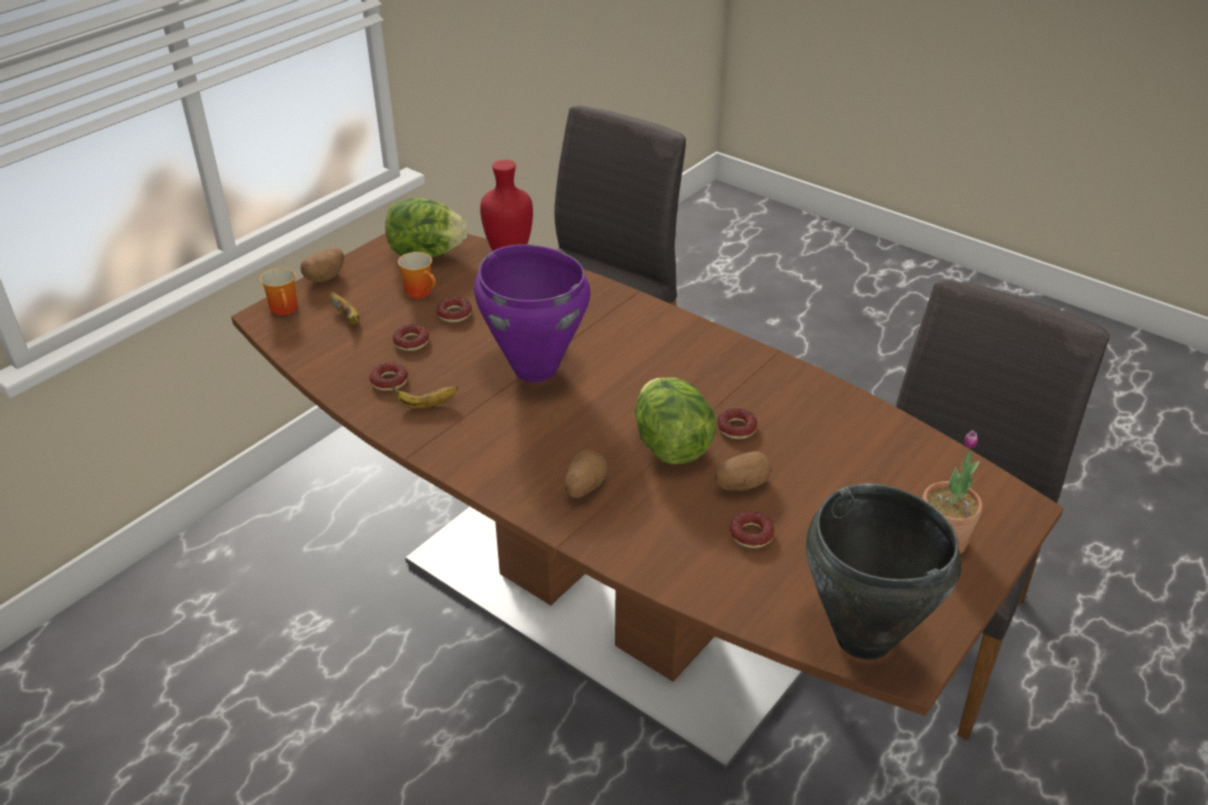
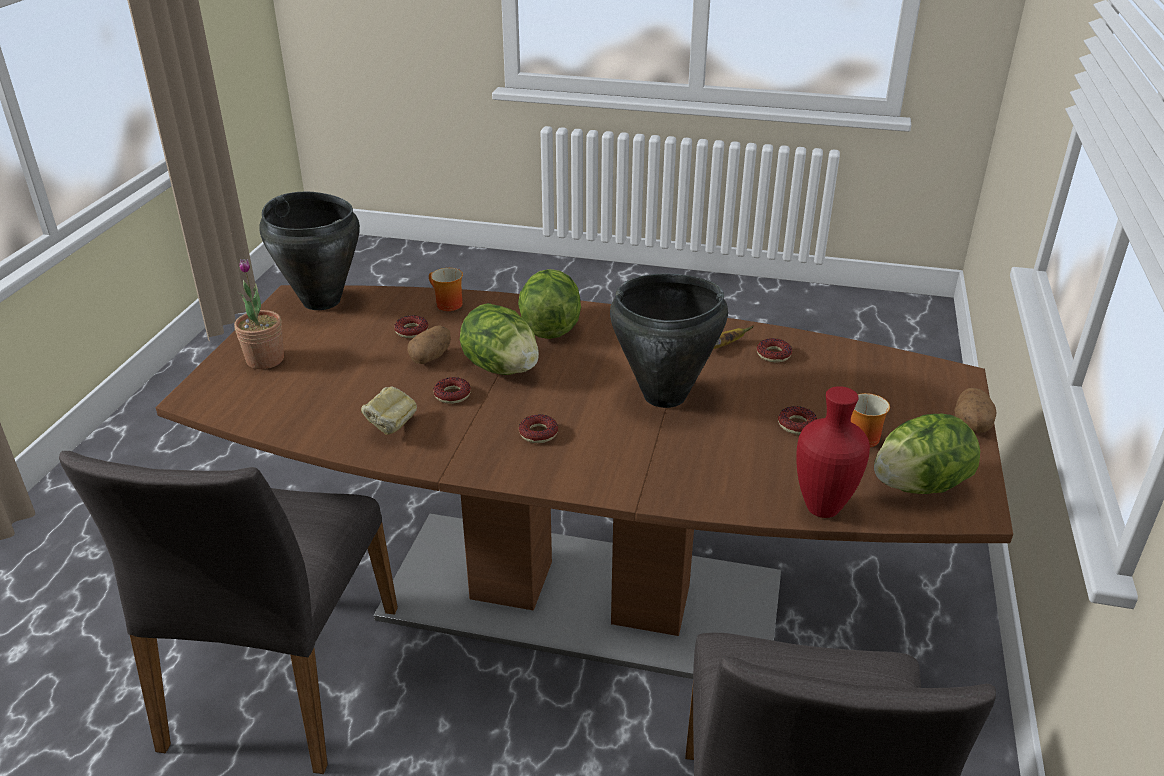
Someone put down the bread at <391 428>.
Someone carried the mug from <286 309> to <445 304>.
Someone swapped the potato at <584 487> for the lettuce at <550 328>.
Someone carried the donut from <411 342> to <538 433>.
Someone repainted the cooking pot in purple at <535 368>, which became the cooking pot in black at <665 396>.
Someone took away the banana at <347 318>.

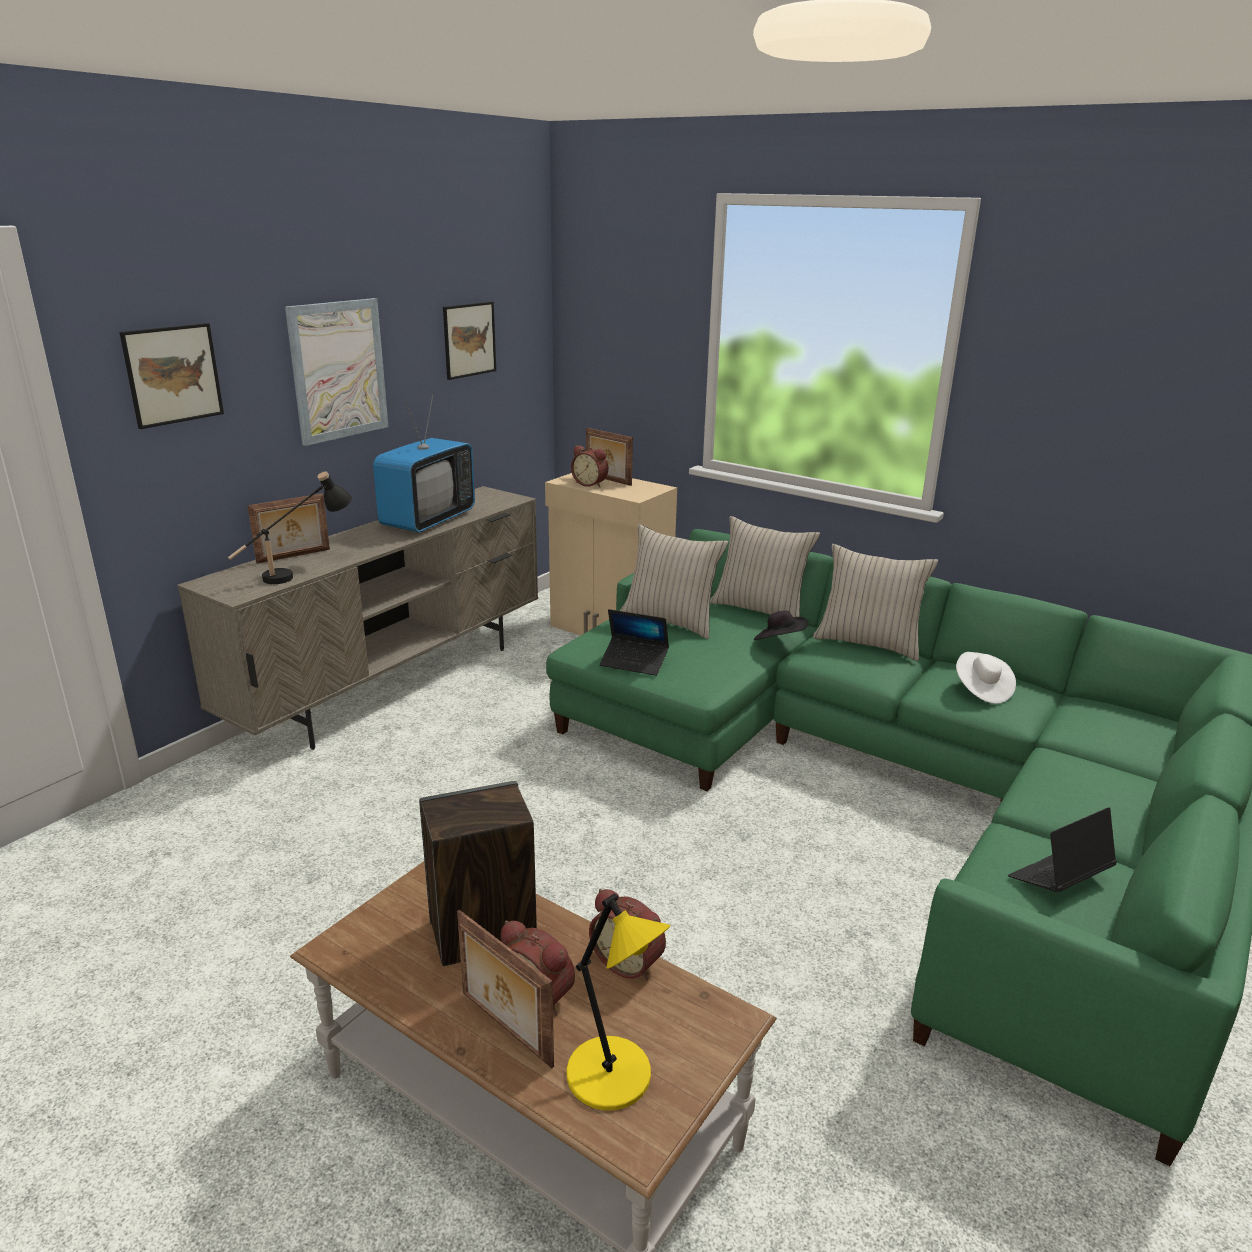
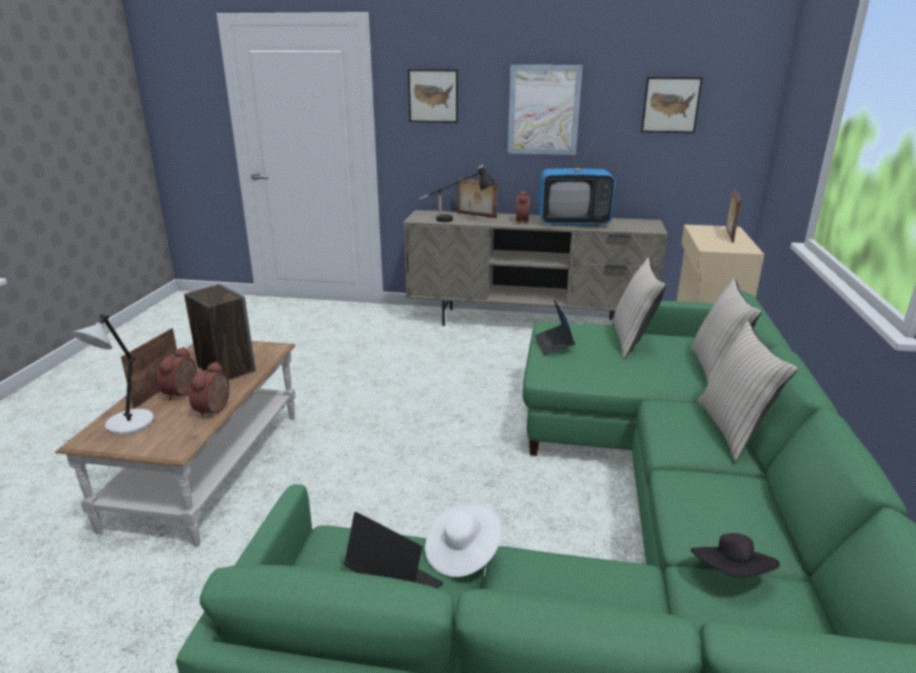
Someone repainted the table lamp in yellow at <613 1077>, which became the table lamp in grey at <128 424>.
Someone carried the hat in white from <981 690> to <462 553>.
Someone carried the alarm clock from <590 484> to <523 221>.
Someone carried the hat in black from <779 642> to <731 575>.

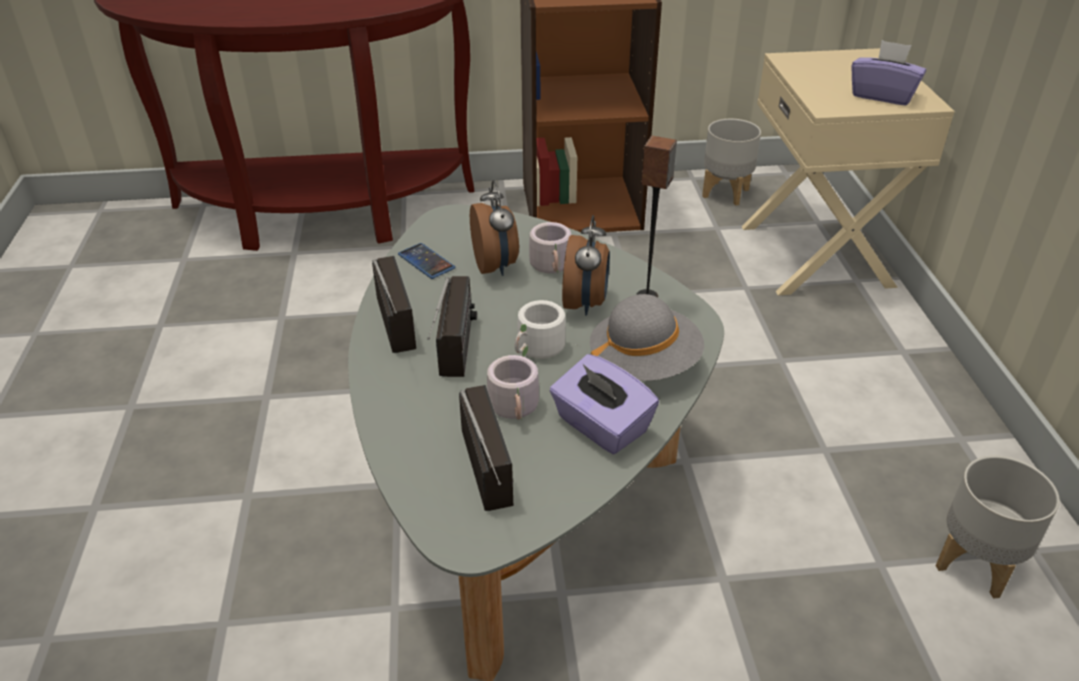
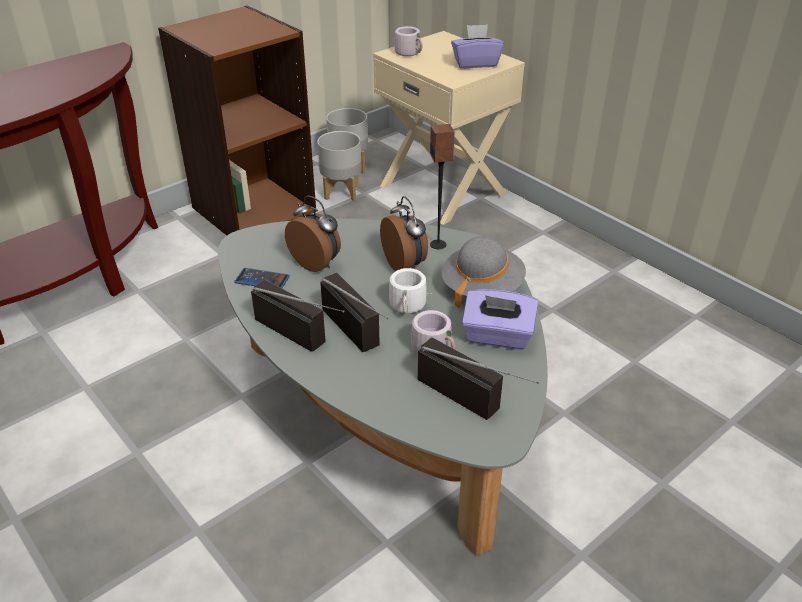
Someone carried the planter in grey from <976 563> to <341 191>.
Someone carried the mug in grey from <554 266> to <410 53>.

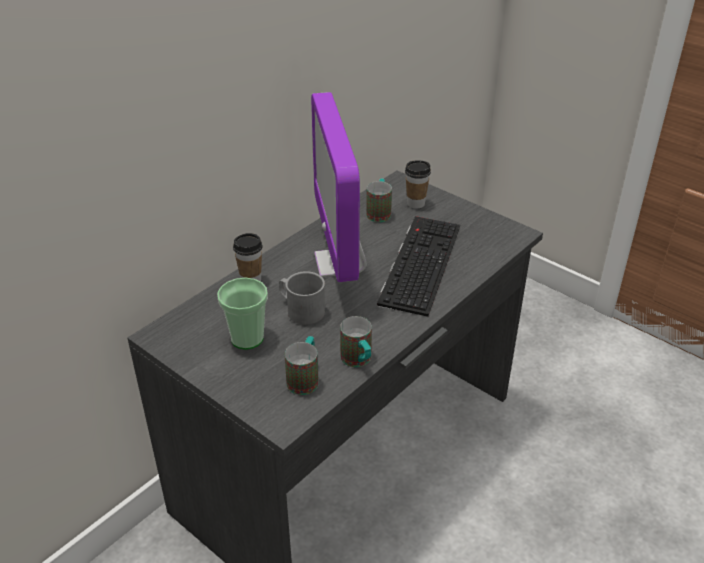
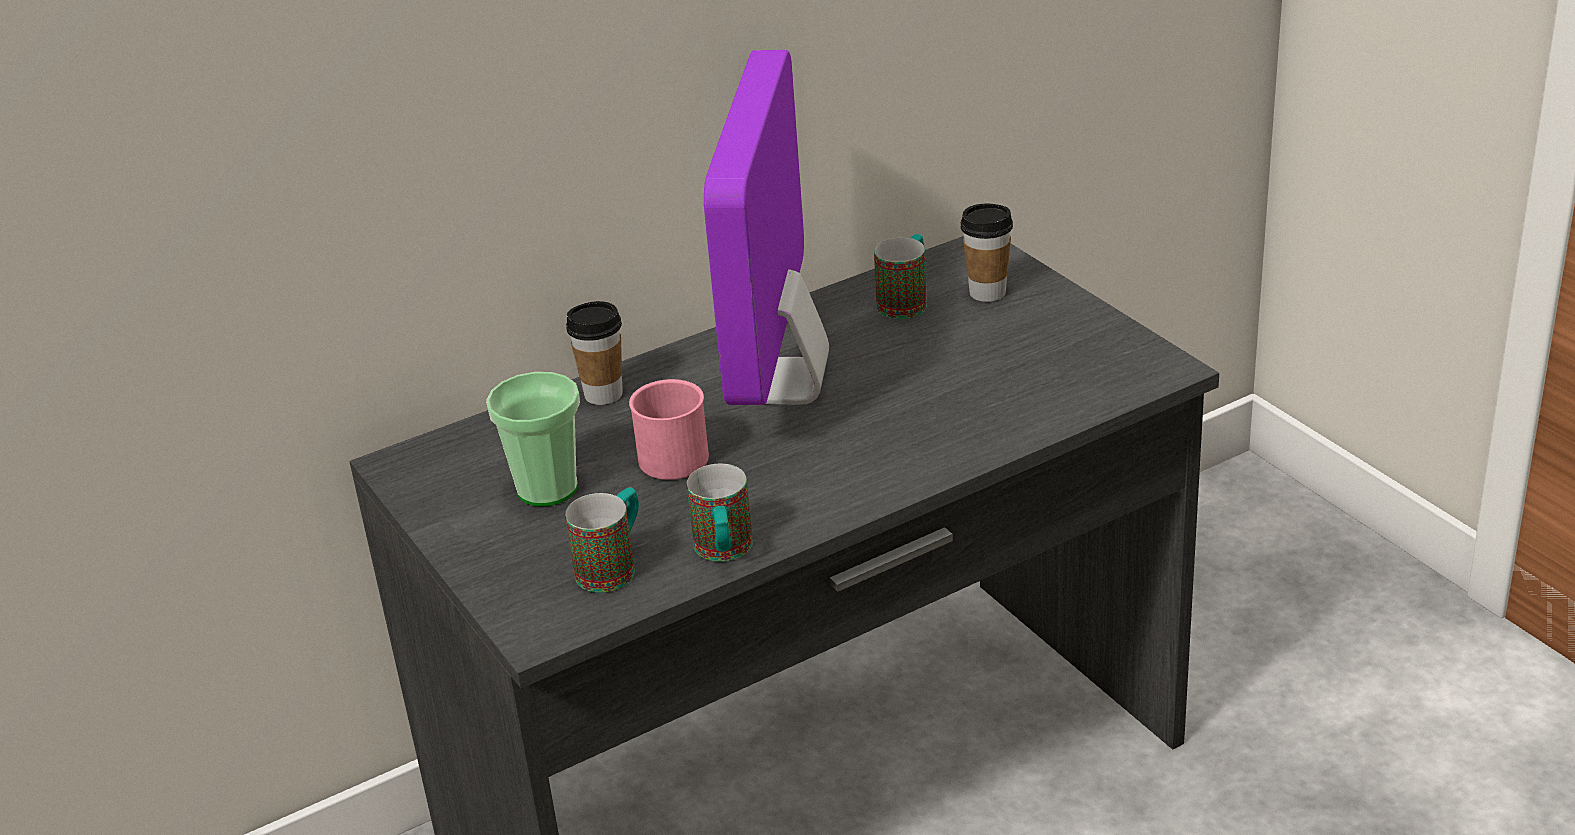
Someone repainted the mug in grey at <301 310>, which became the mug in pink at <666 454>.
Someone took away the keyboard at <419 263>.

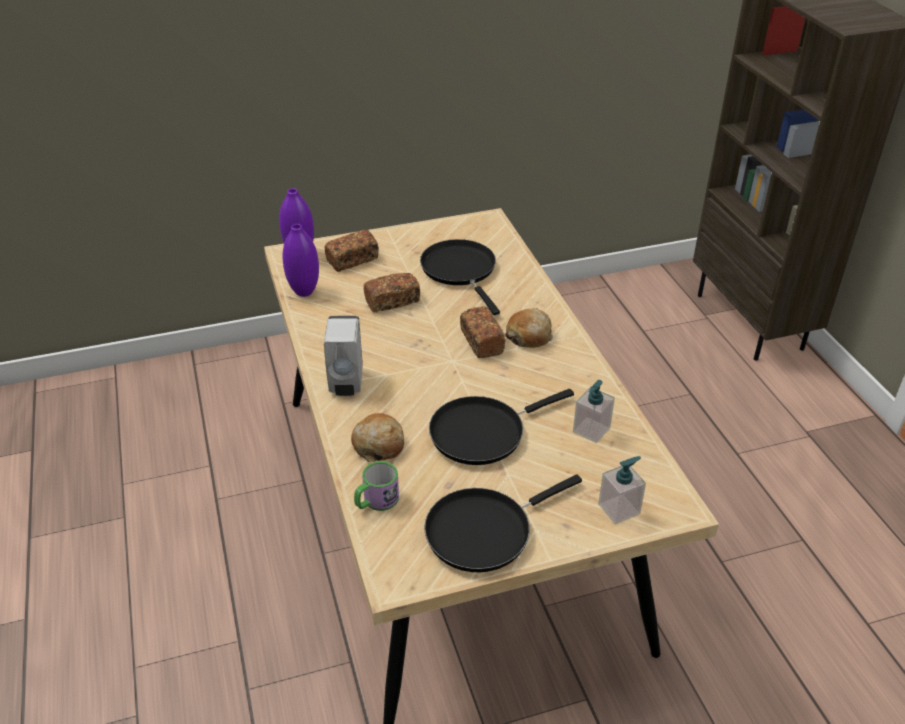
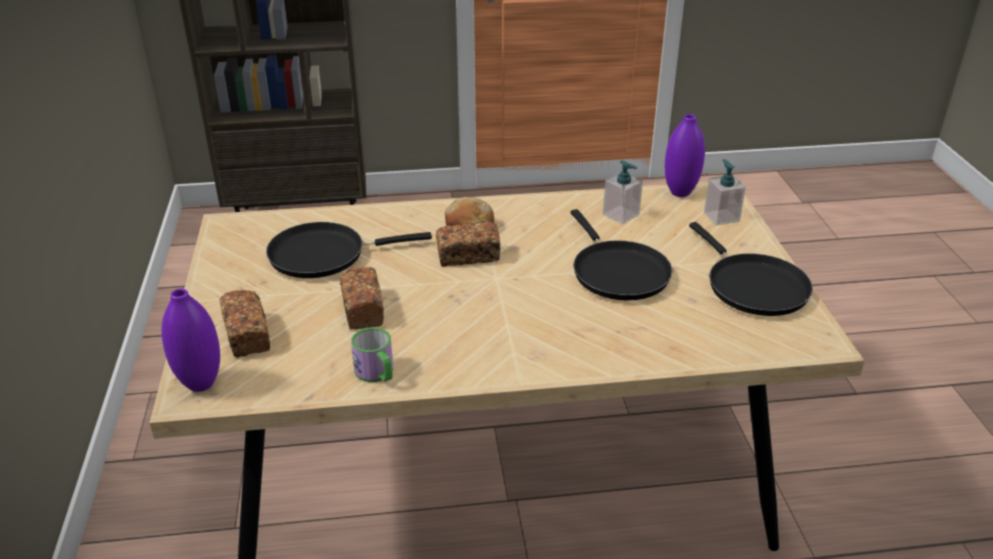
Someone carried the mug from <376 501> to <377 373>.
Someone carried the vase in purple from <304 292> to <680 192>.
Someone took away the soap dispenser in white at <346 383>.
Someone took away the bread at <378 444>.

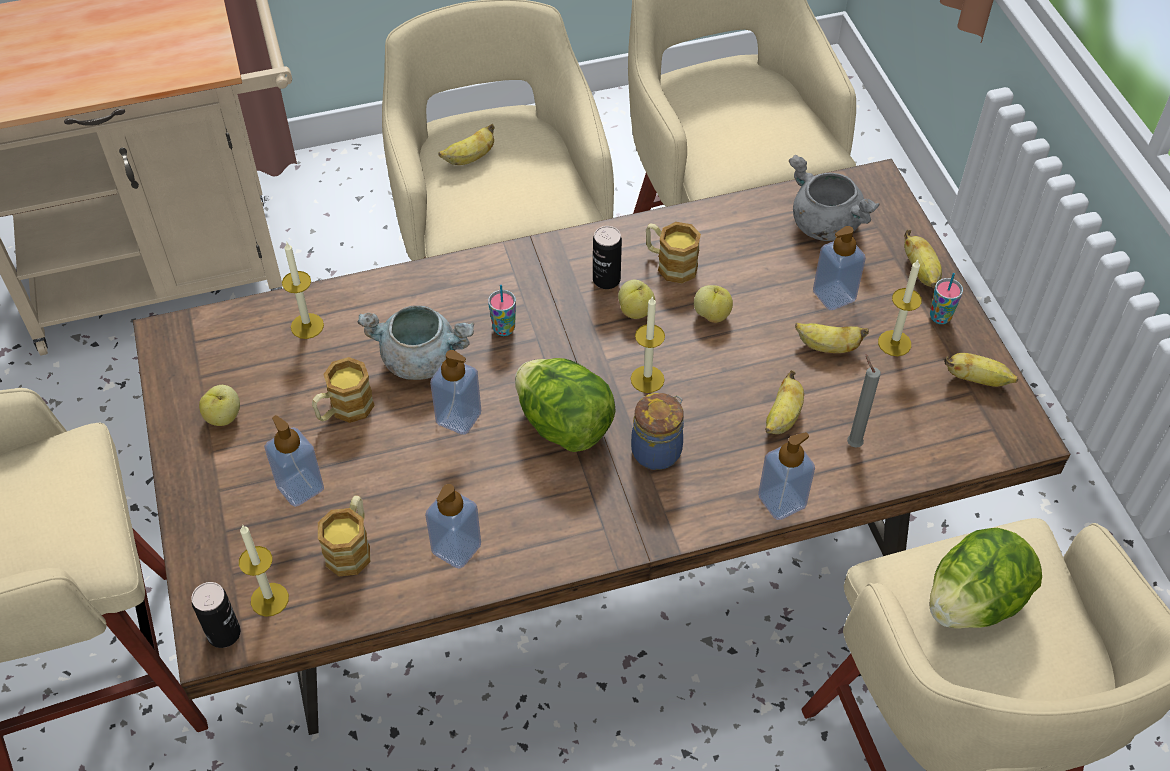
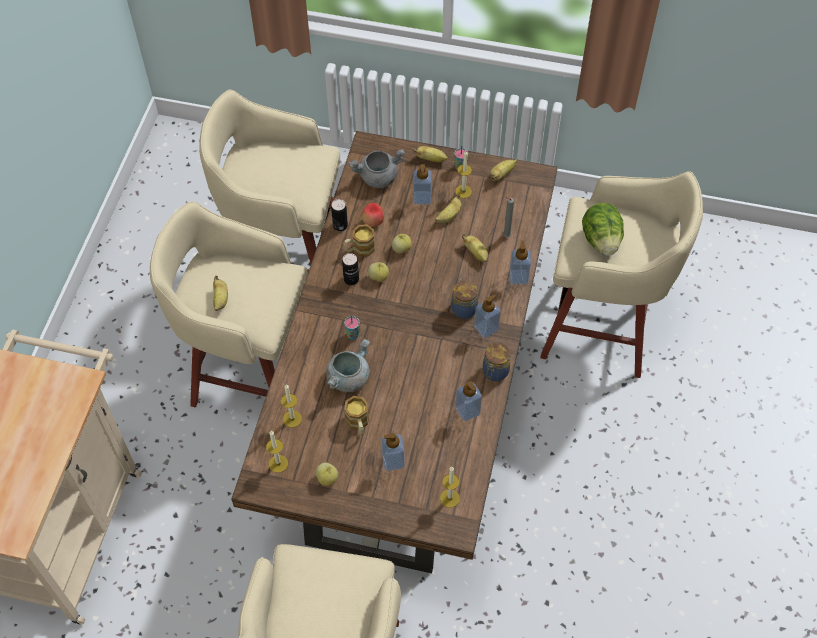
Someone carried the candle from <647 379> to <278 463>.
Someone carried the can from <224 633> to <340 225>.
Someone put down the apple at <373 222>.
Someone carried the soap dispenser from <458 417> to <486 328>.
Someone put down the jar at <495 372>.
Someone took away the mug at <351 547>.
Someone took away the lettuce at <564 425>.

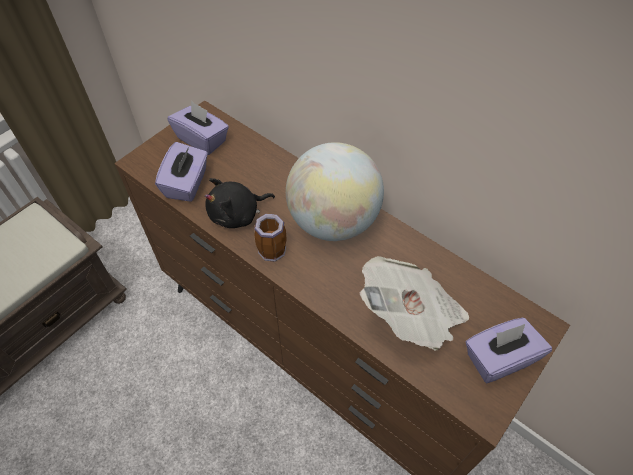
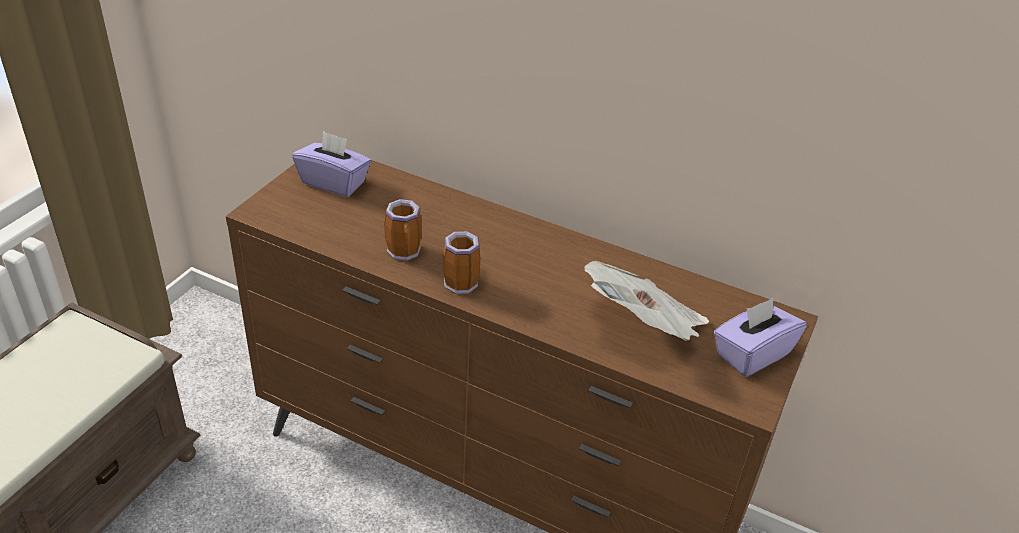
Someone swapped the plush toy in black at <237 214> for the mug at <405 253>.
Someone took away the tissue box in purple at <187 184>.
Someone took away the globe at <333 221>.

